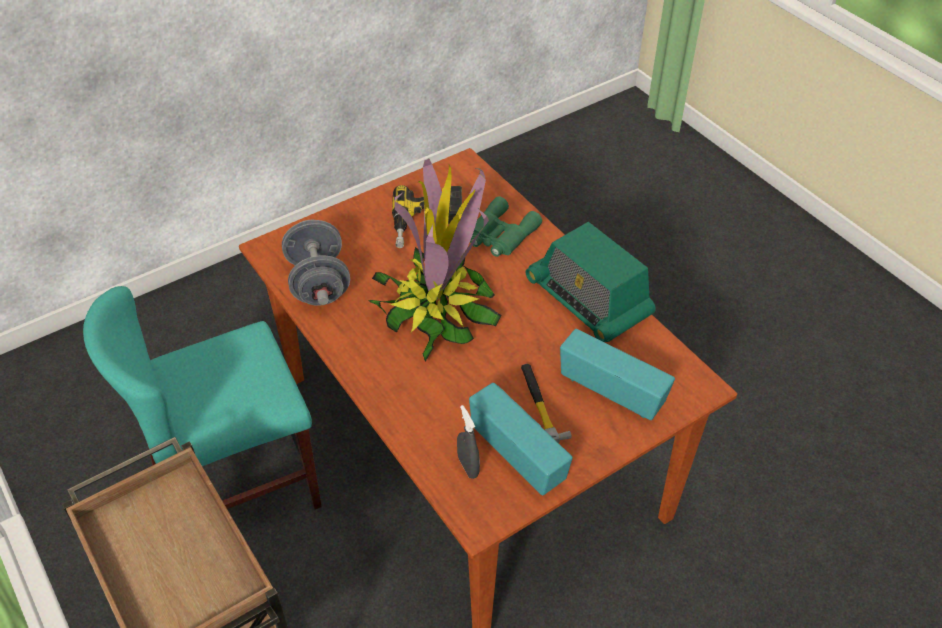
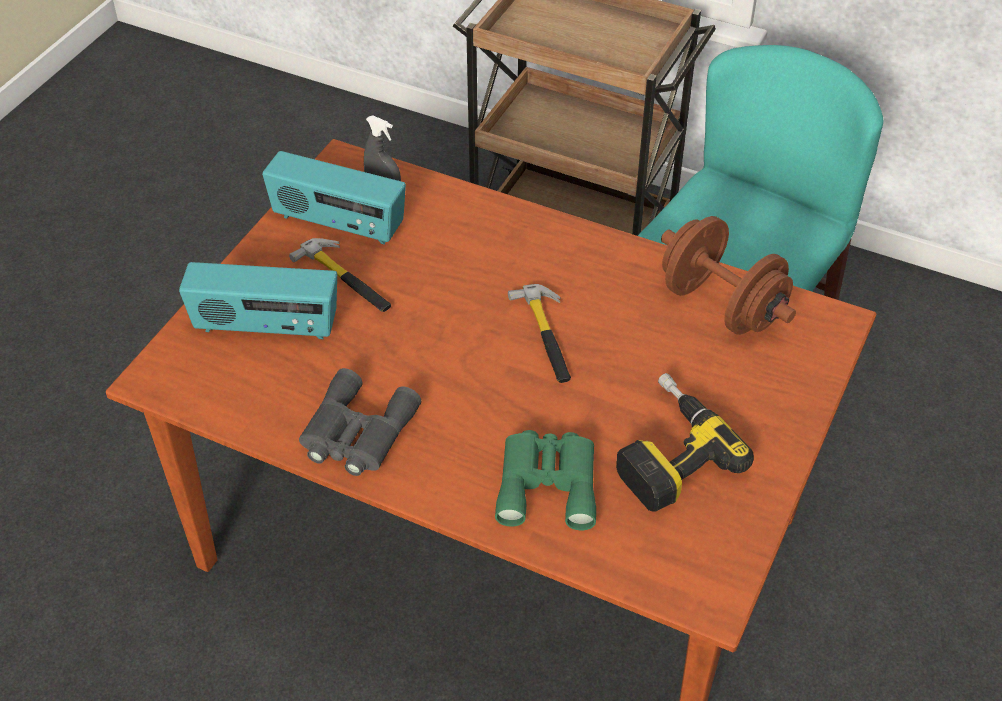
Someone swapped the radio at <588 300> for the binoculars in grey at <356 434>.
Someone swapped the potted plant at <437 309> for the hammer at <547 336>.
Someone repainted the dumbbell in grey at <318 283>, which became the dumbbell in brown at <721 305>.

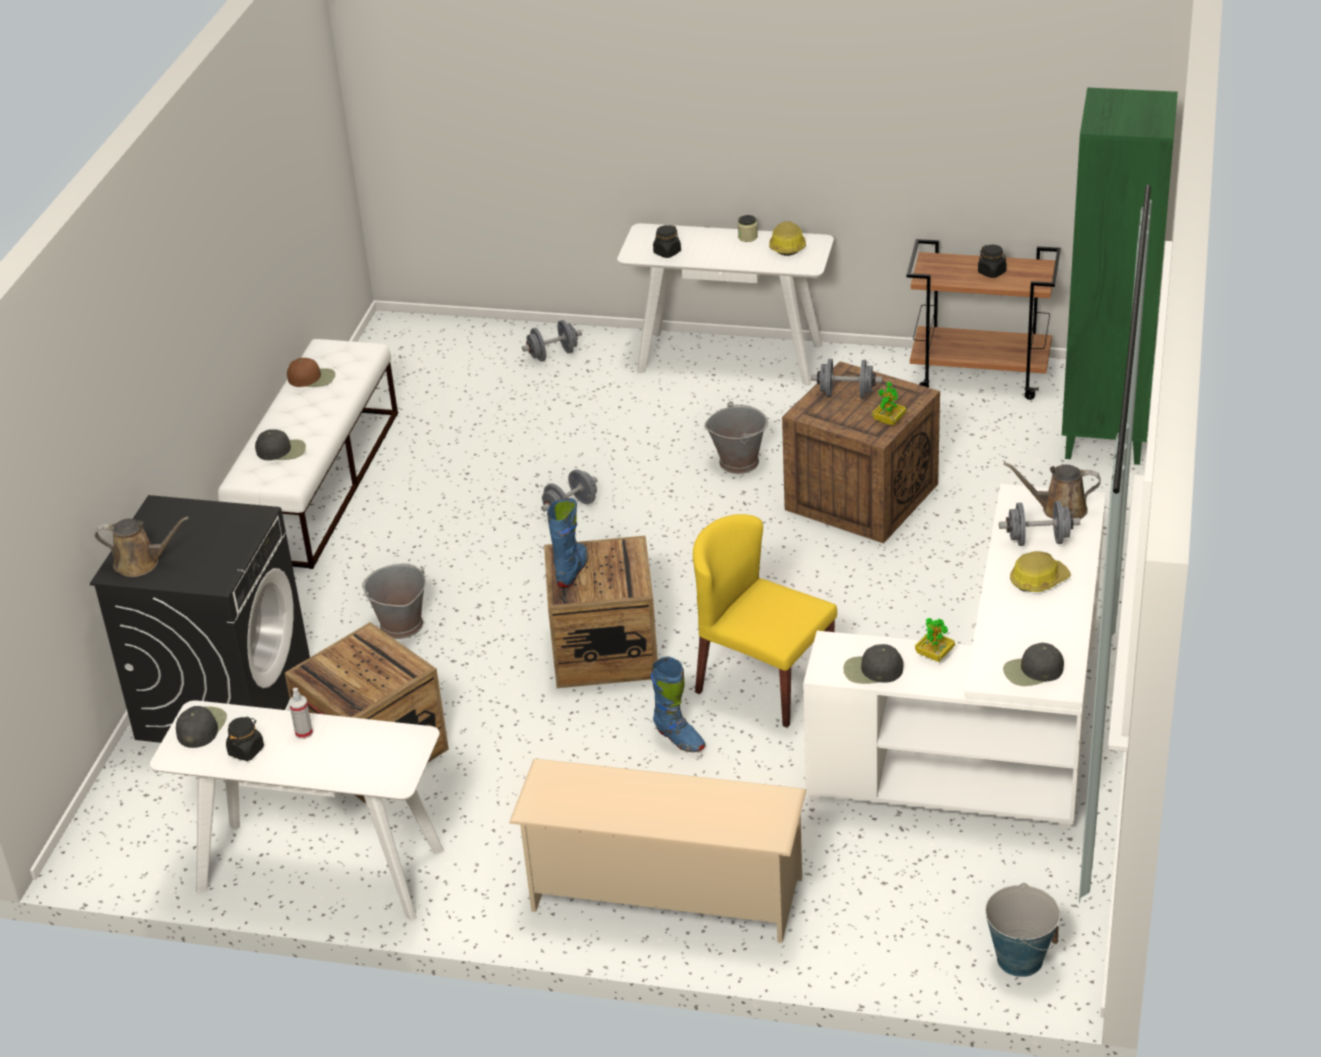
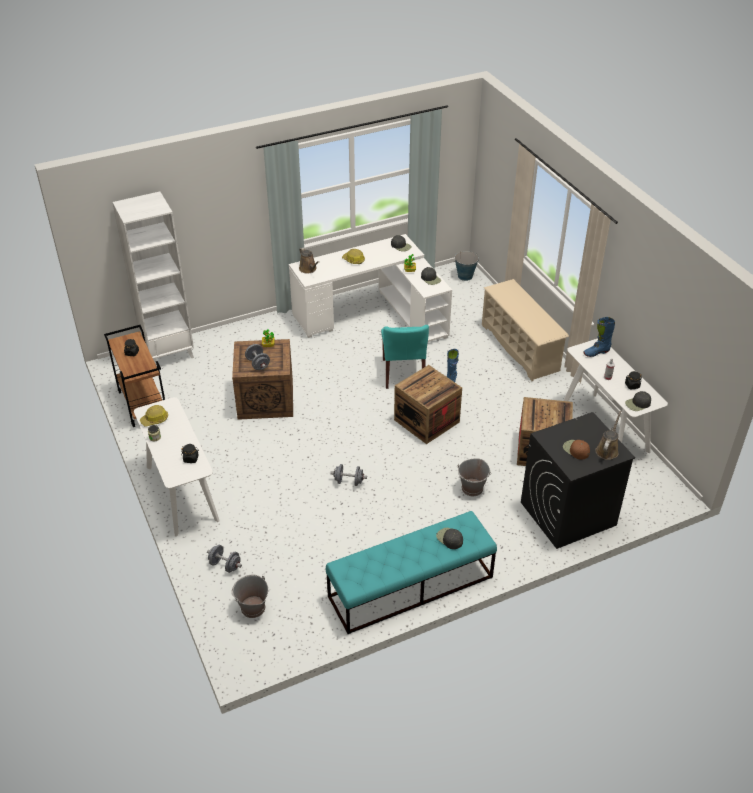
Someone repainted the bookcase in green at <1106 437>, which became the bookcase in white at <169 353>.
Someone carried the bucket in grey from <739 462> to <252 608>.
Someone repainted the bench in white at <319 484>, which became the bench in turquoise at <410 587>.
Someone repainted the chair in yellow at <763 683>, which became the chair in turquoise at <403 373>.
Someone carried the cap in brown from <312 378> to <576 450>.
Someone carried the boot in blue from <572 571> to <596 352>.
Someone rotated the watering can in brown at <141 563> by 60 degrees clockwise.
Someone took away the dumbbell in grey at <1038 540>.

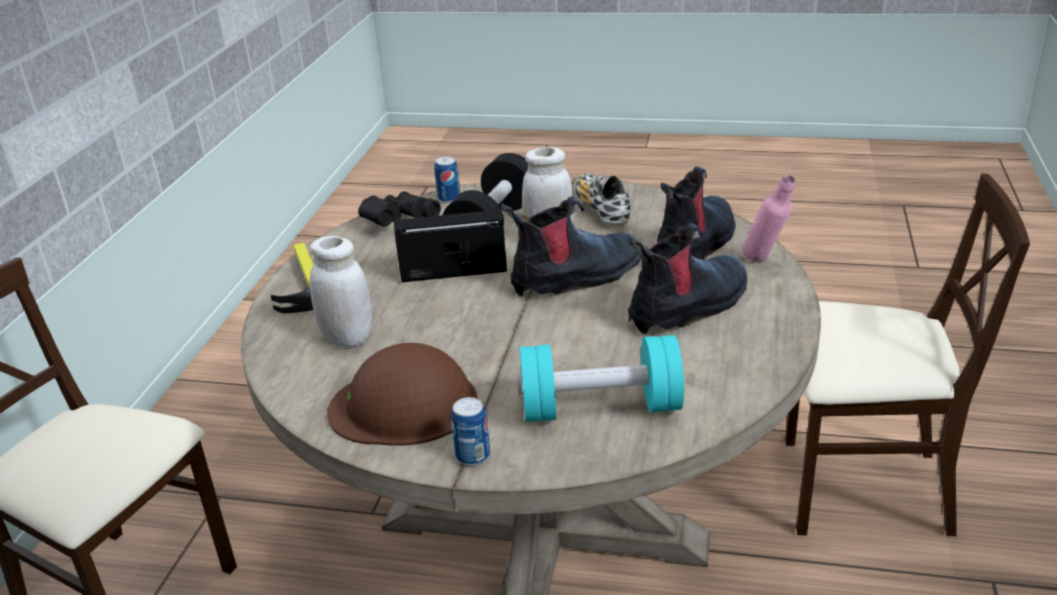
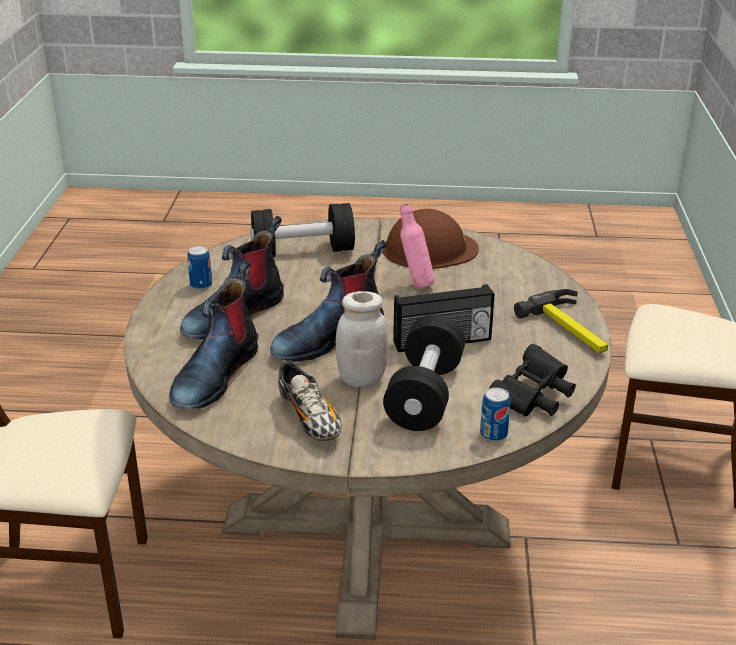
Someone carried the can from <473 455> to <201 285>.
Someone repainted the dumbbell in turquoise at <600 408>, which became the dumbbell in black at <303 251>.
Someone carried the bottle in pink from <765 263> to <415 284>.
Someone took away the jar in white at <347 338>.

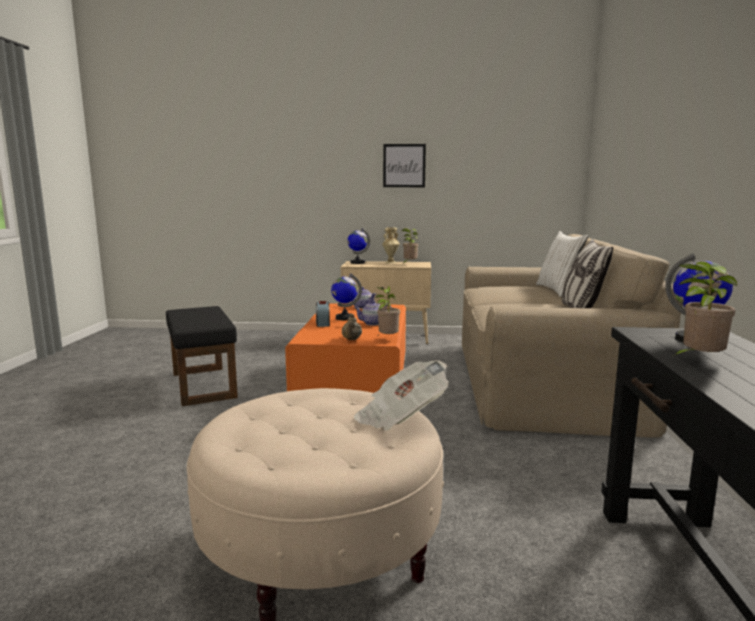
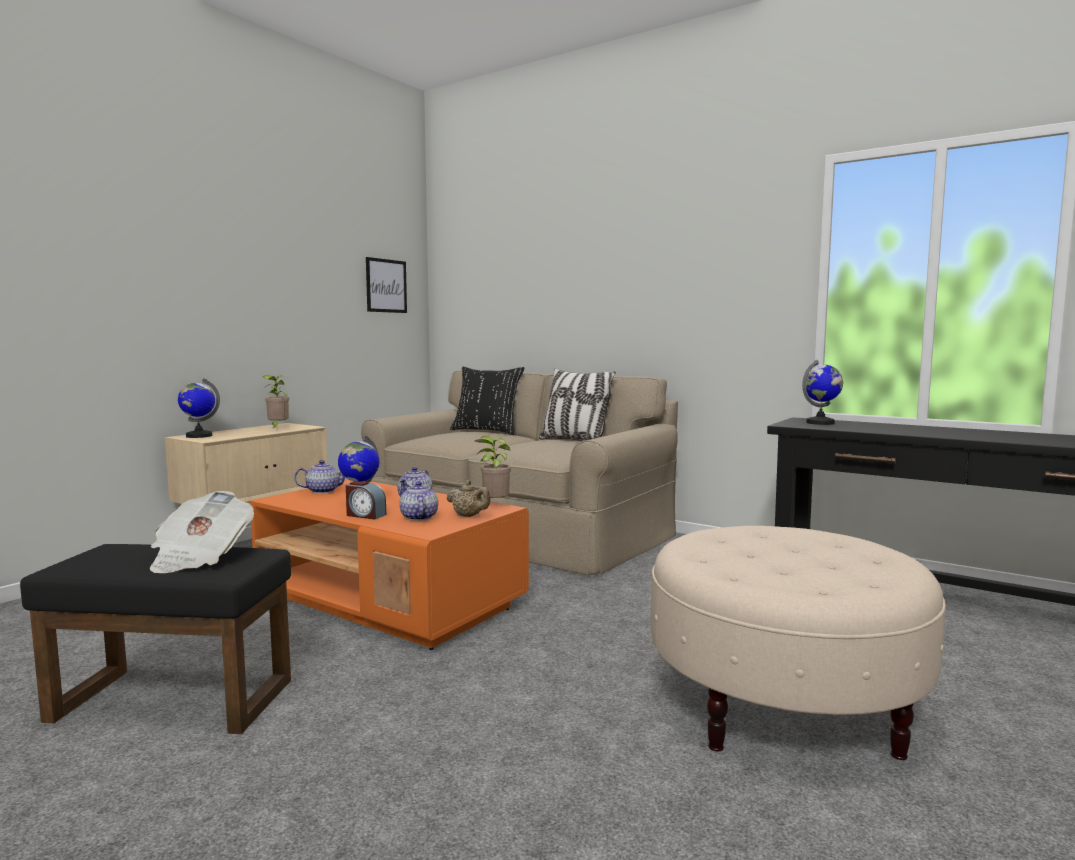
Someone carried the newspaper from <400 417> to <200 557>.
Someone carried the picture from <404 165> to <386 286>.
Someone put down the teapot at <418 517>.
Someone repainted the pillow in white at <558 290>, which became the pillow in black at <487 431>.
Someone took away the vase in beige at <390 262>.
Someone took away the potted plant at <698 361>.

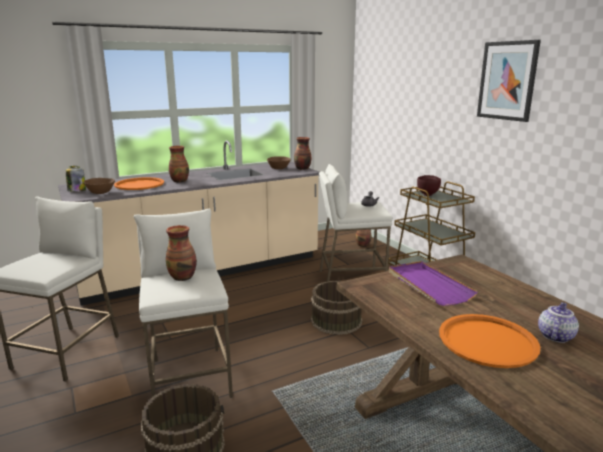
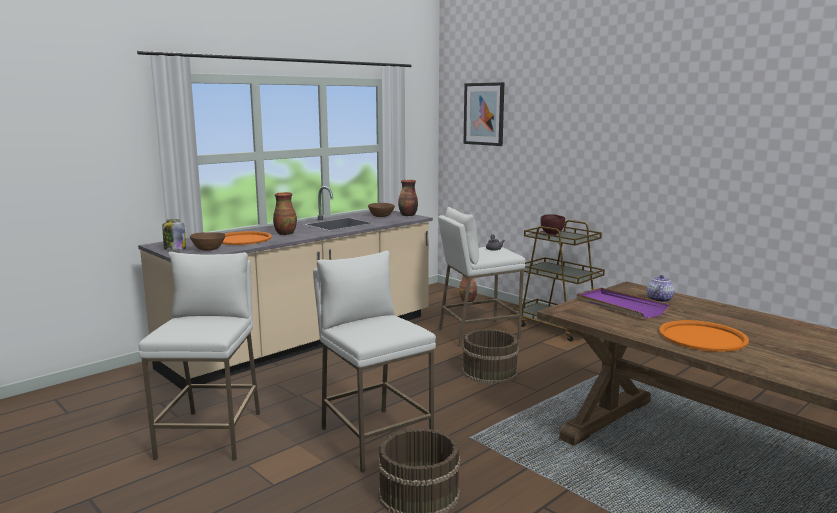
Someone carried the picture from <507 81> to <484 114>.
Someone carried the teapot from <555 335> to <659 299>.
Someone took away the vase at <183 277>.

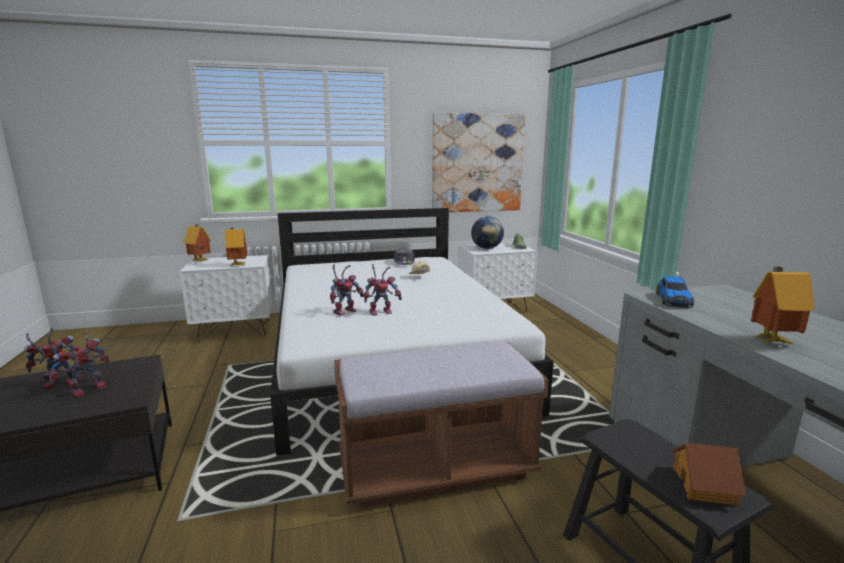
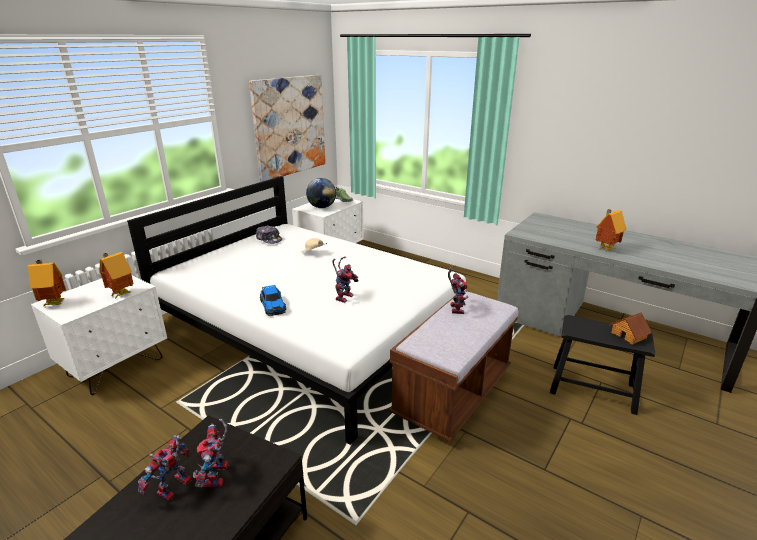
Someone carried the toy car from <674 300> to <273 305>.
Someone carried the toy robot from <345 311> to <455 308>.

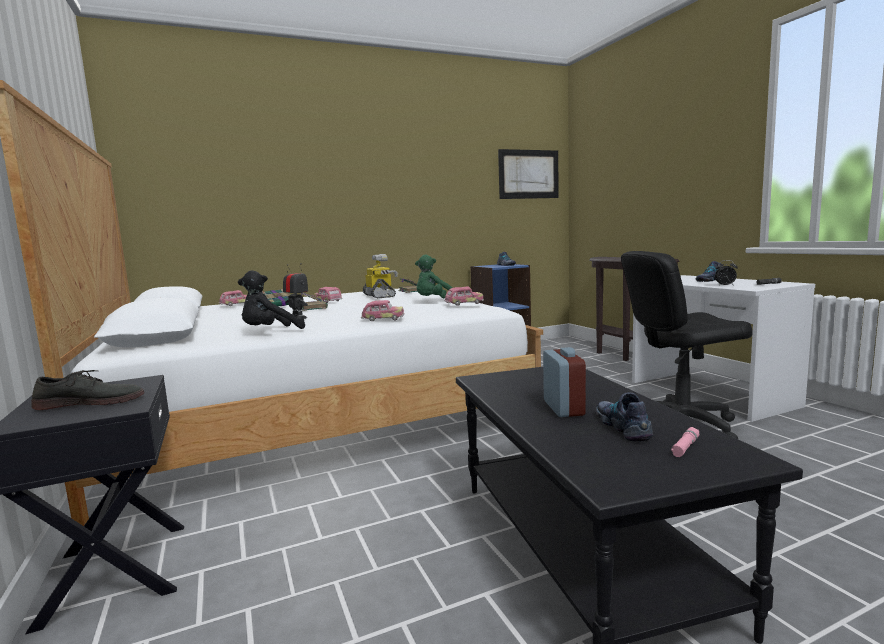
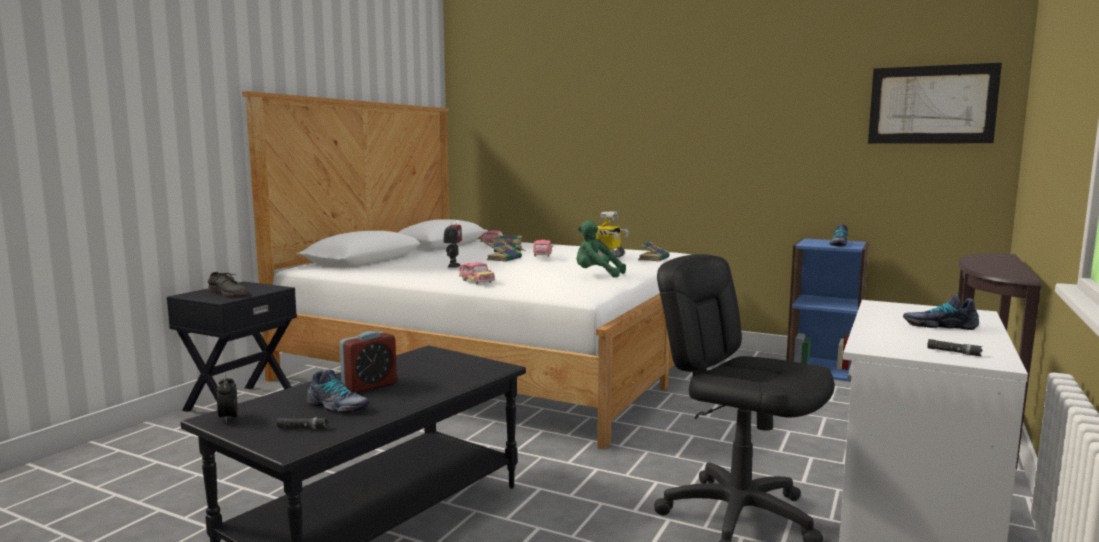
Someone carried the alarm clock from <725 286> to <228 418>.
Someone repainted the flashlight in pink at <685 447>, which became the flashlight in black at <303 428>.
Someone rotated the shoe at <623 427> by 75 degrees clockwise.
Someone took away the plush toy in black at <270 332>.
Someone took away the toy car at <464 304>.

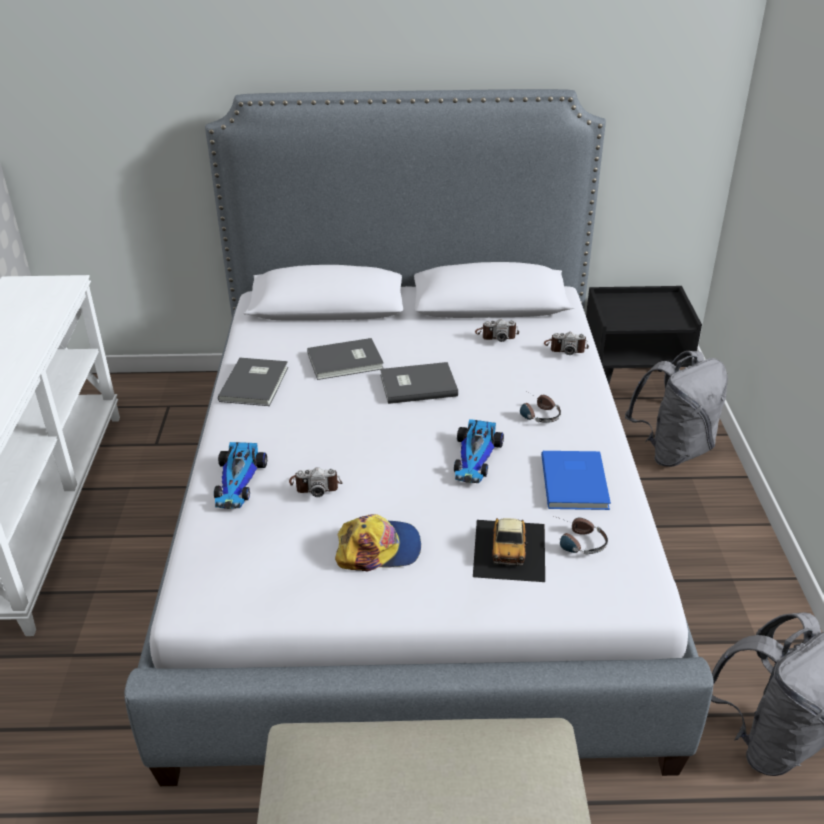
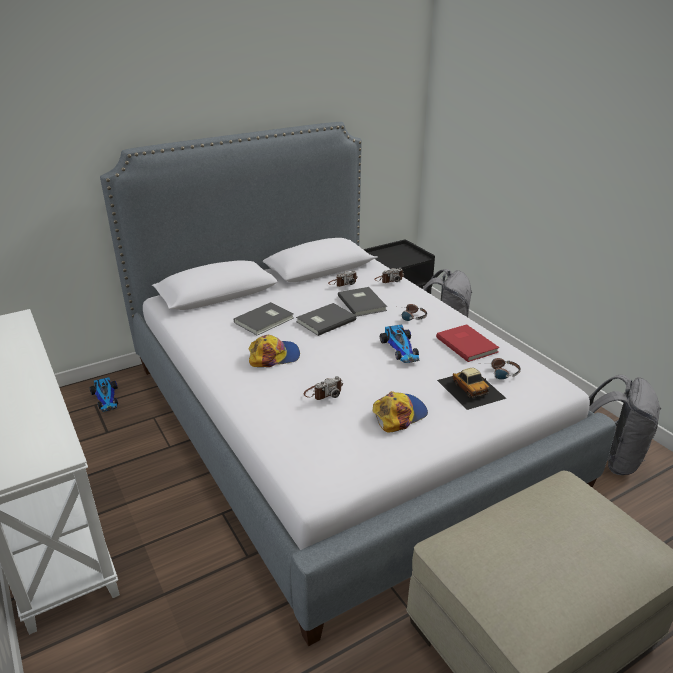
Someone carried the toy car from <238 482> to <107 398>.
Someone put down the cap at <274 356>.
Someone carried the book in grey from <256 383> to <362 302>.
Someone repainted the book in blue at <576 481>, which became the book in red at <467 344>.

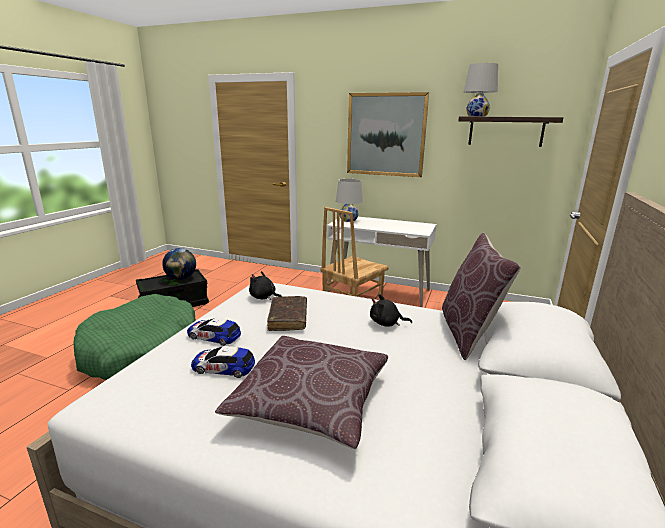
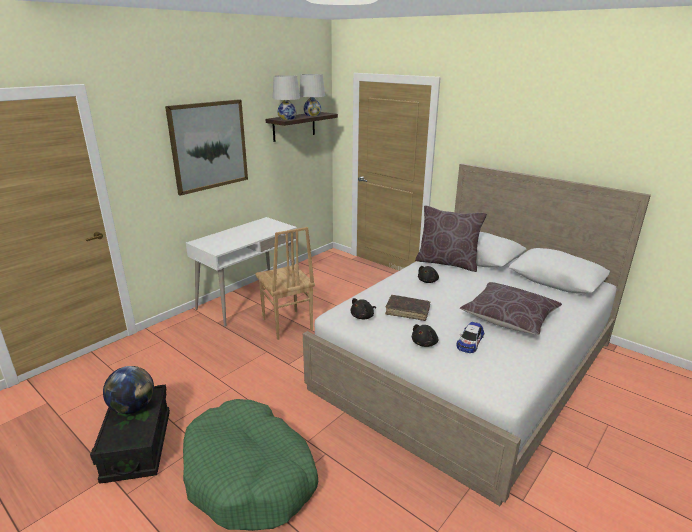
Someone carried the table lamp in white from <348 220> to <312 115>.
Someone swapped the toy car at <214 336> for the plush toy in black at <425 343>.

